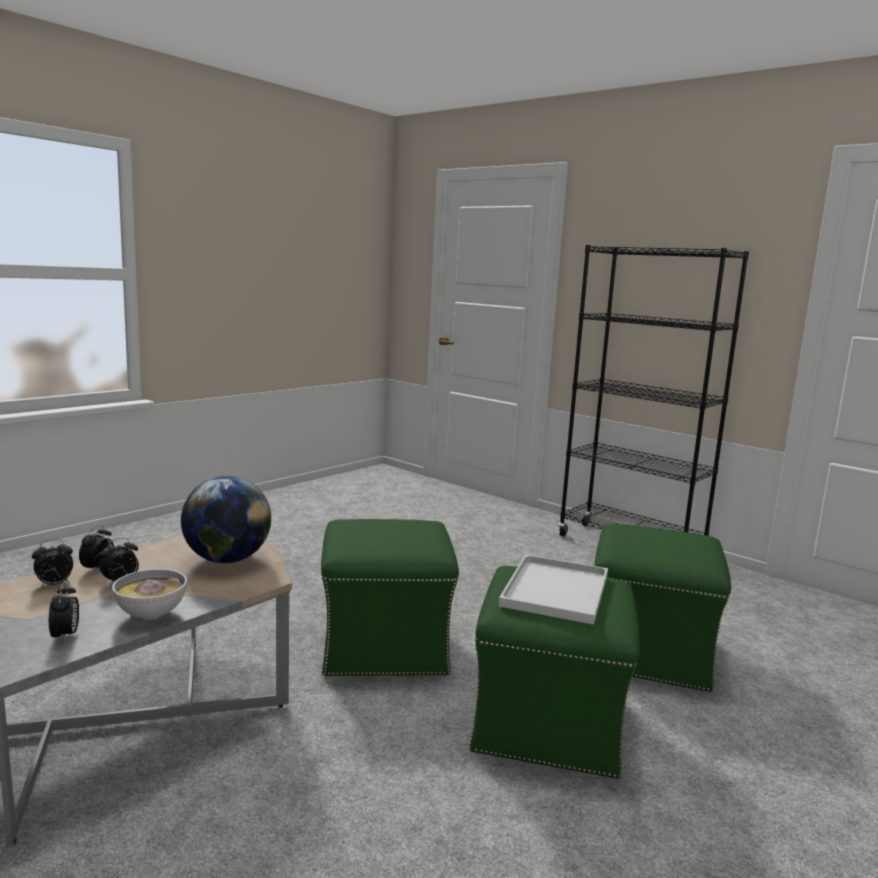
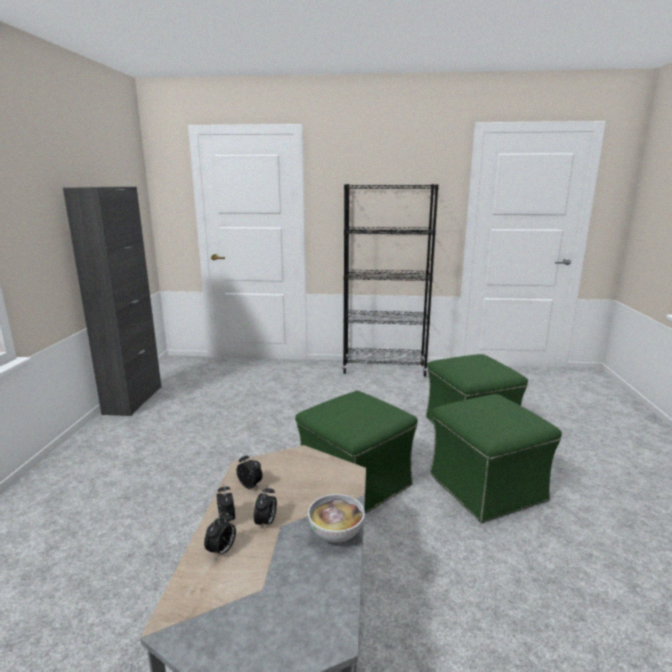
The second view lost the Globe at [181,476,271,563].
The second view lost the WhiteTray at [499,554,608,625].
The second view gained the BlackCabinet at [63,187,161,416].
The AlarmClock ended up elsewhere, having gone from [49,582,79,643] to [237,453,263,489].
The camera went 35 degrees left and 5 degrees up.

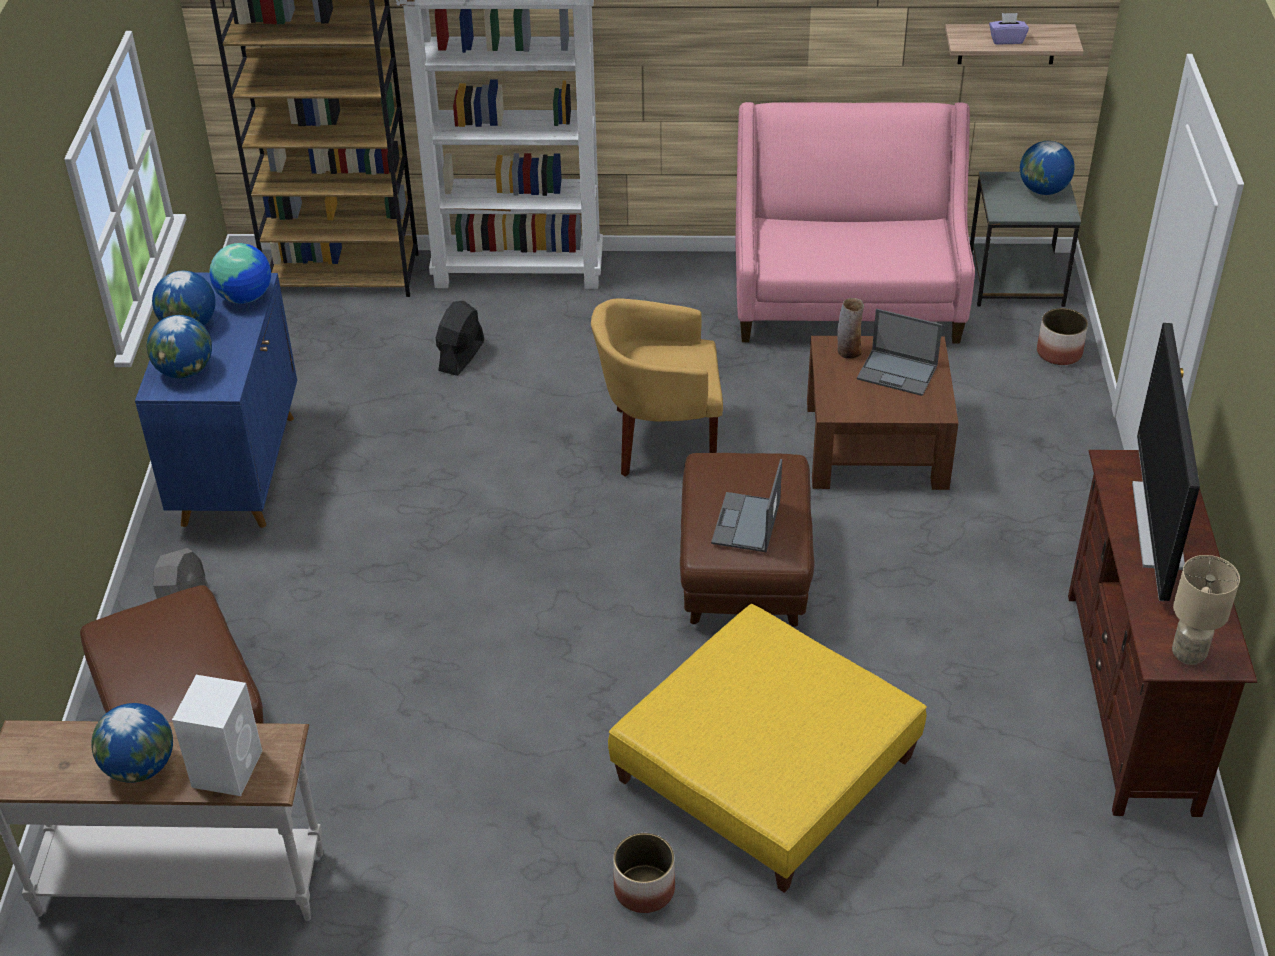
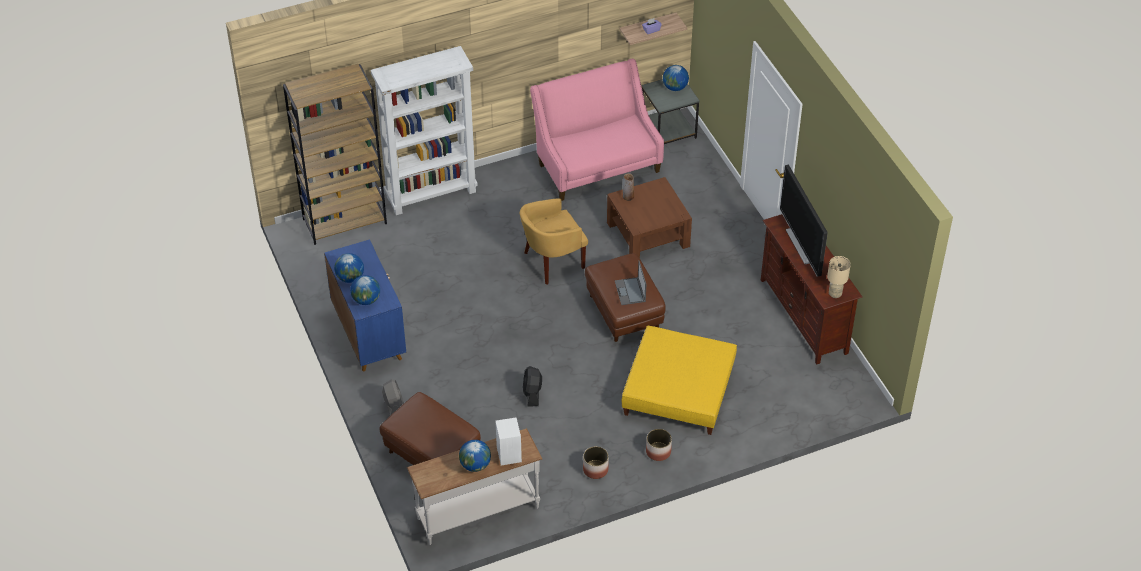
The second view lost the Globe at [209,243,271,304].
The second view lost the Laptop at [857,309,943,396].
The BlackFan ended up elsewhere, having gone from [436,301,484,376] to [523,366,542,406].
The Planter ended up elsewhere, having gone from [1037,308,1088,365] to [583,446,609,479].
The camera went 25 degrees left and 5 degrees up.

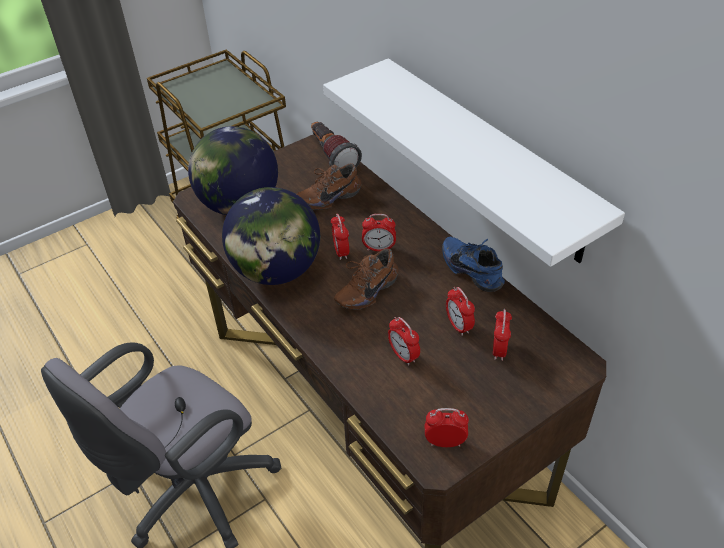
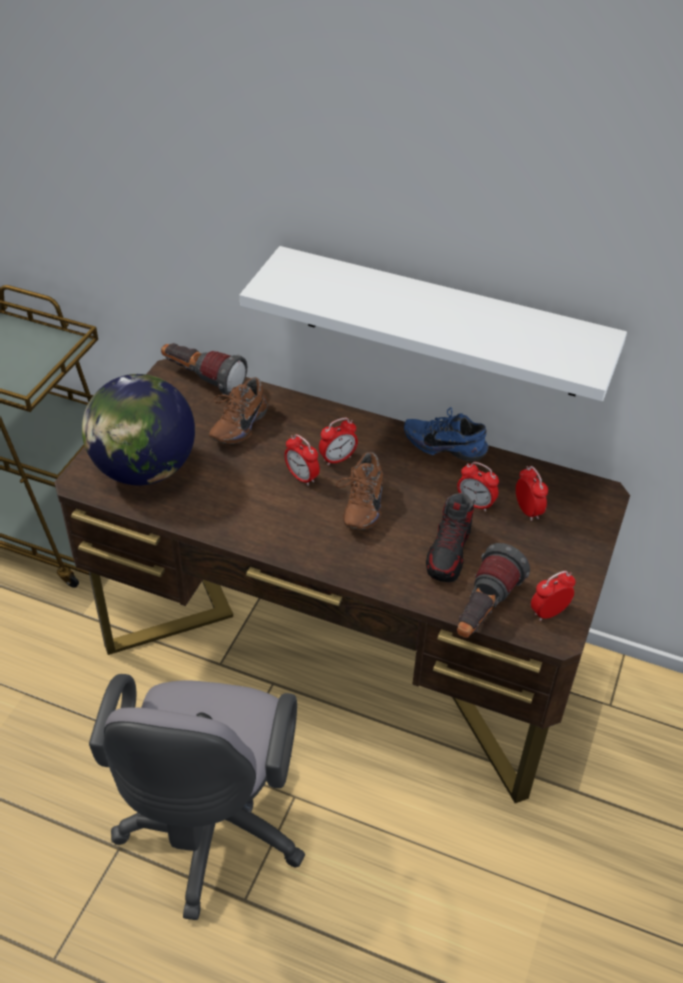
The second view lost the Globe at [222,187,321,285].
The second view gained the Flashlight at [457,543,530,638].
Where the AlarmClock stood at [388,317,420,366], the Shoe came to stand at [426,493,474,582].
The camera went 35 degrees left and 0 degrees up.

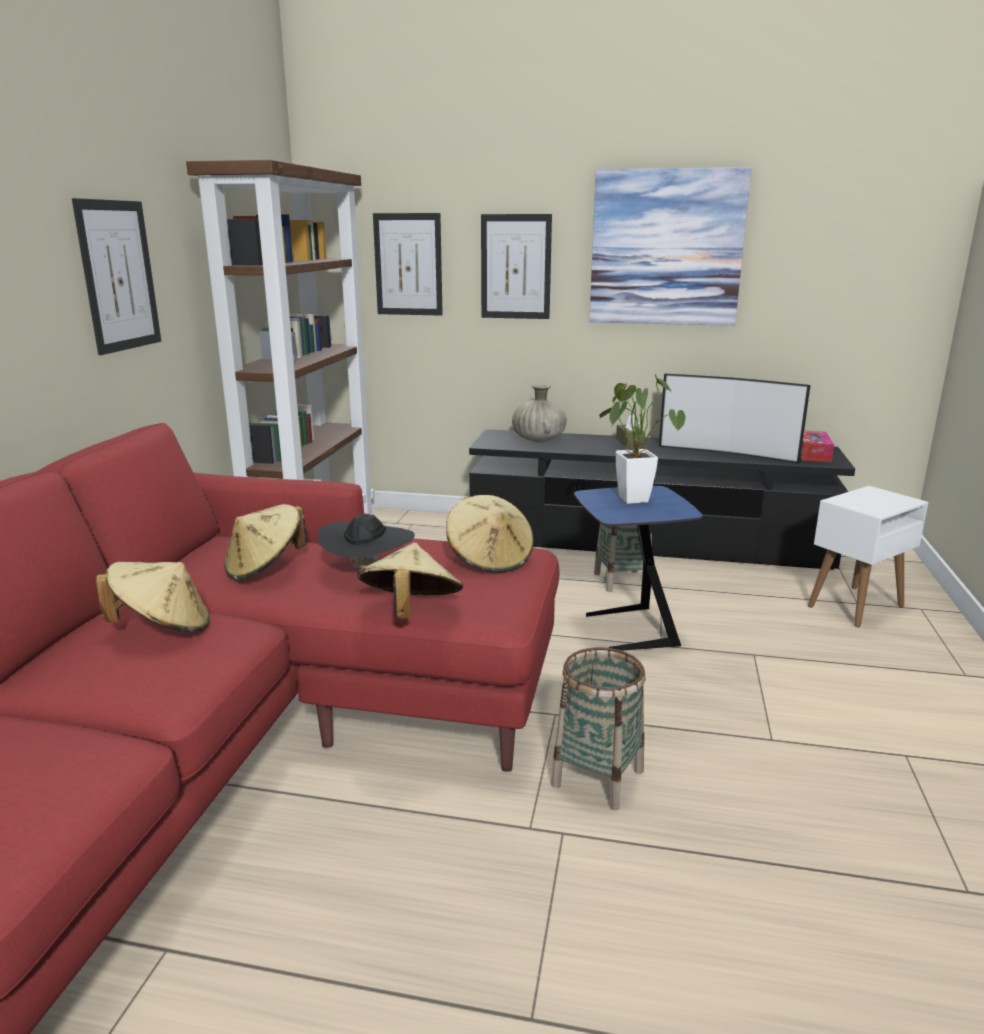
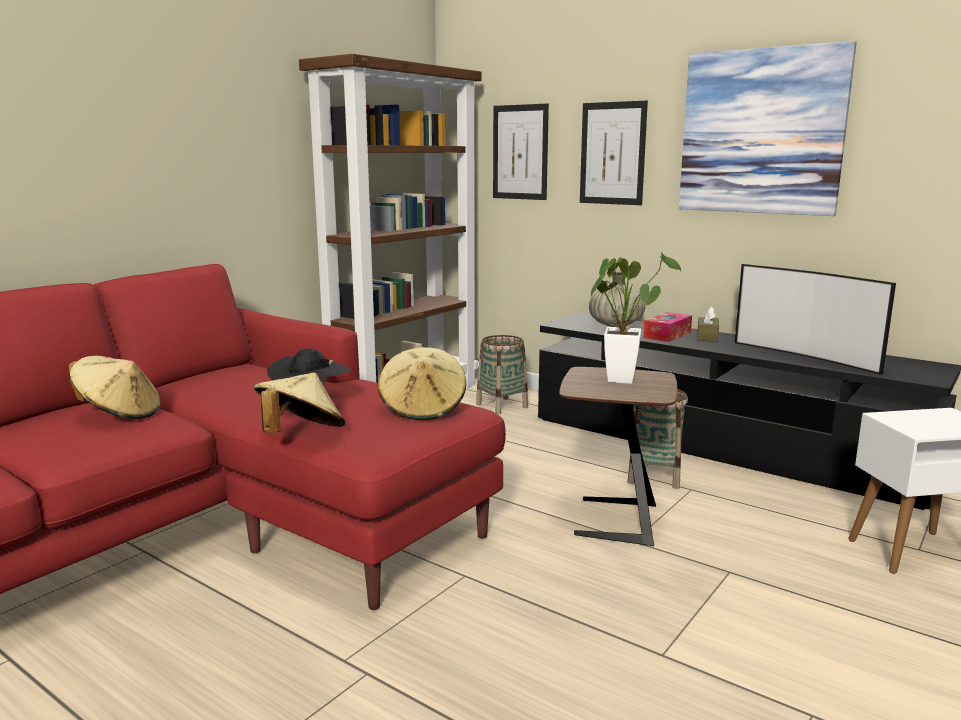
The second view lost the Picture at [72,198,161,355].
The second view lost the BeigeHat at [224,504,307,581].
The Basket ended up elsewhere, having gone from [551,647,645,810] to [476,335,528,414].
The TissueBox ended up elsewhere, having gone from [801,431,834,462] to [643,312,692,342].
What was the BlueSideTable at [574,486,703,651] turned into the BrownSideTable at [559,367,678,546].
The camera went 25 degrees right and 5 degrees down.

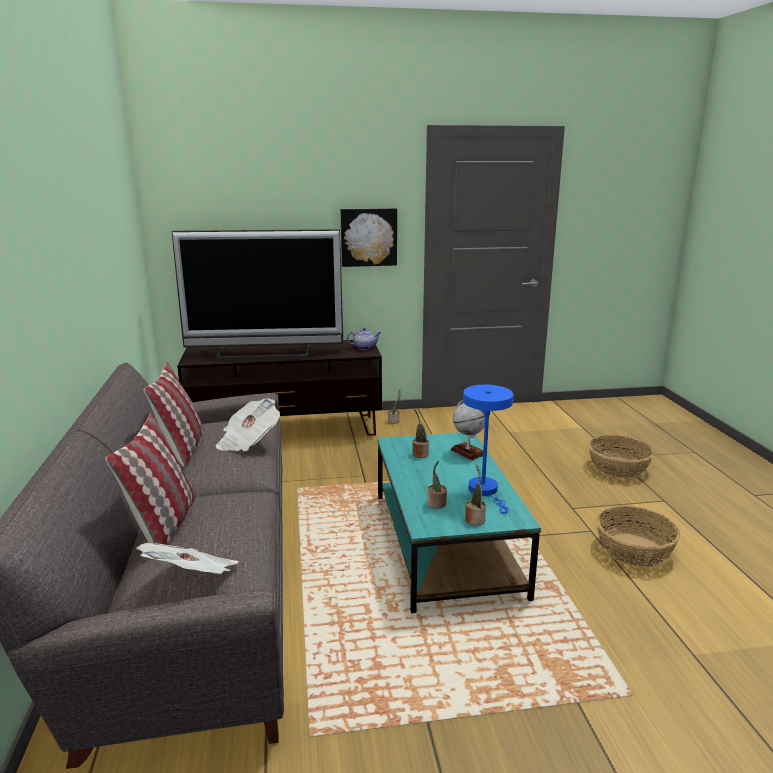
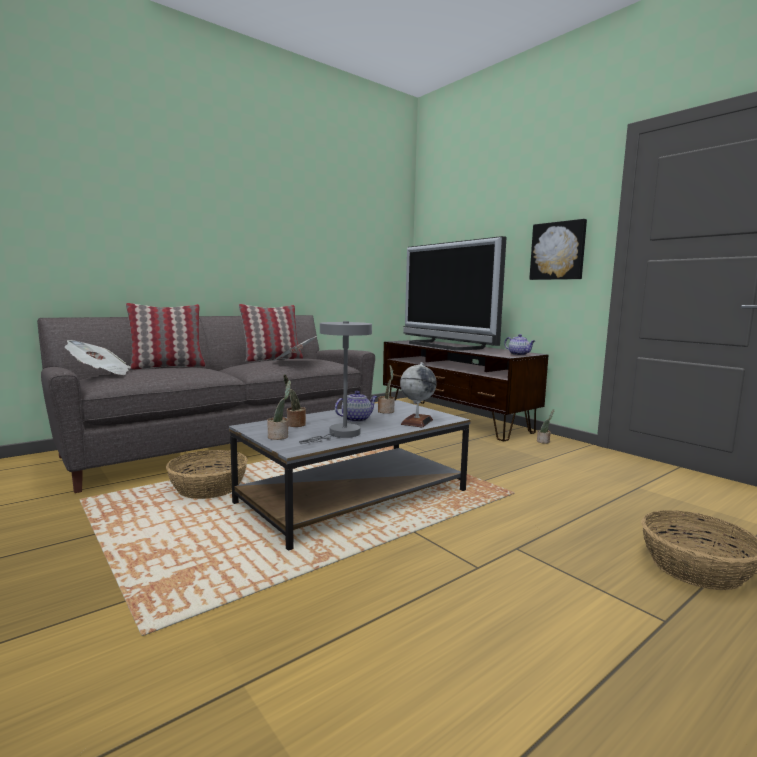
The second view gained the Teapot at [335,391,378,422].
The Basket ended up elsewhere, having gone from [596,506,680,567] to [166,450,248,499].
What was the TurquoiseCoffeeTable at [377,433,541,613] turned into the GreyCoffeeTable at [229,400,470,551].
What was the BlueTableLamp at [463,385,514,514] turned into the GreyTableLamp at [299,321,372,444].
The camera went 60 degrees right and 10 degrees down.

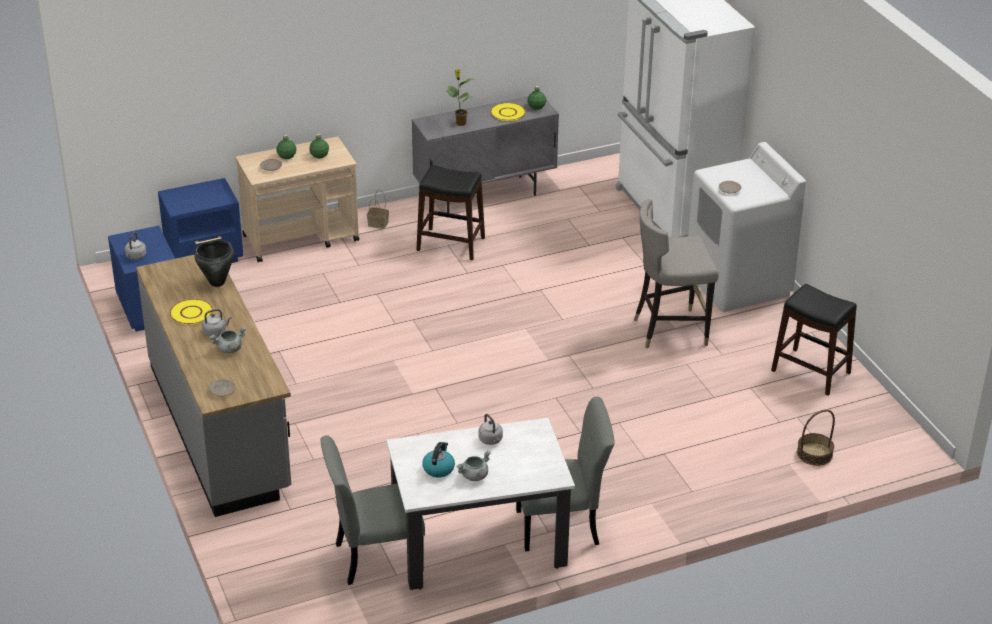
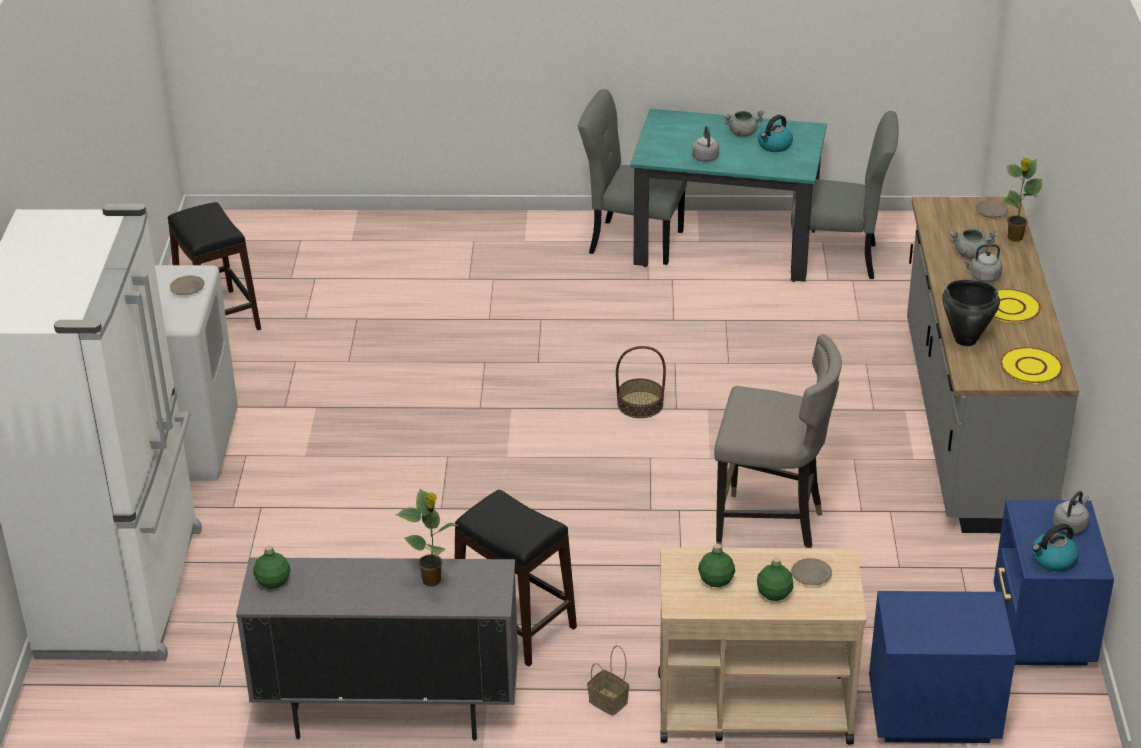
The second view gained the PottedPlant at [1001,158,1043,241].
The second view gained the Kettle at [1032,524,1079,571].
The YellowPlate ended up elsewhere, having gone from [490,103,526,121] to [1000,347,1063,384].
The GreyStool ended up elsewhere, having gone from [634,199,719,348] to [714,334,842,548].
The Basket ended up elsewhere, having gone from [797,410,835,466] to [616,346,666,418].
What was the WhiteDiningTable at [386,418,575,590] turned into the TurquoiseDiningTable at [630,109,827,282].
The camera went 155 degrees left and 0 degrees up.

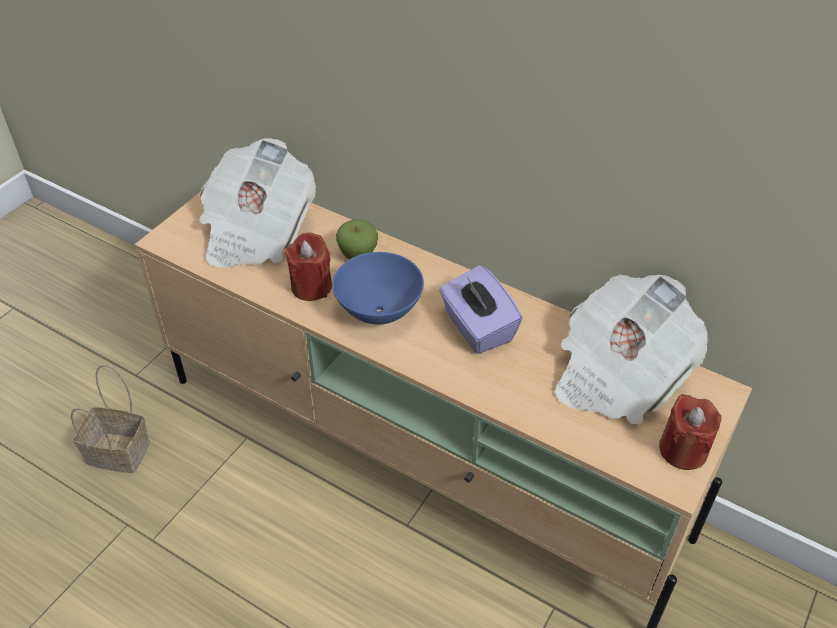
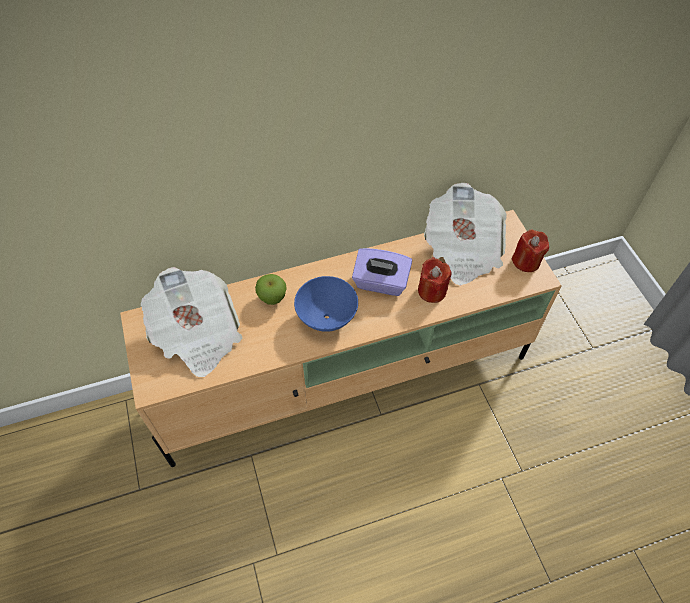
The second view lost the Basket at [71,365,150,473].
The RedCandle ended up elsewhere, having gone from [285,233,332,301] to [418,257,451,303].
The camera went 50 degrees left and 10 degrees up.

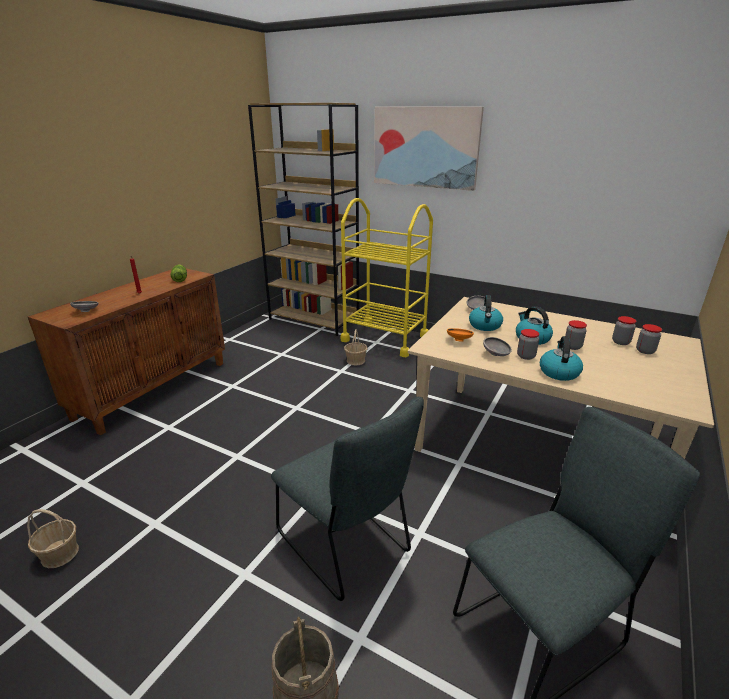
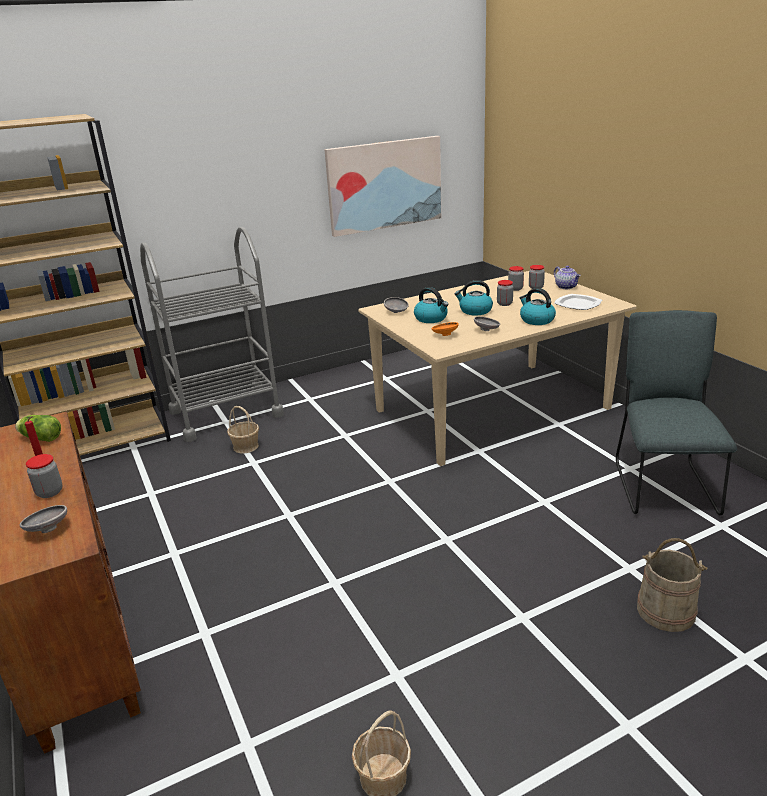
The second view lost the GreyChair at [271,397,424,601].
The second view gained the Teapot at [554,266,581,289].
The second view gained the Plate at [554,294,602,310].
The Picture ended up elsewhere, having gone from [374,107,484,191] to [324,136,441,237].
The Jar ended up elsewhere, having gone from [517,329,540,360] to [26,454,62,498].
What was the YellowCart at [341,198,433,357] turned into the GreyCart at [140,227,284,442].
The camera went 55 degrees left and 0 degrees up.

